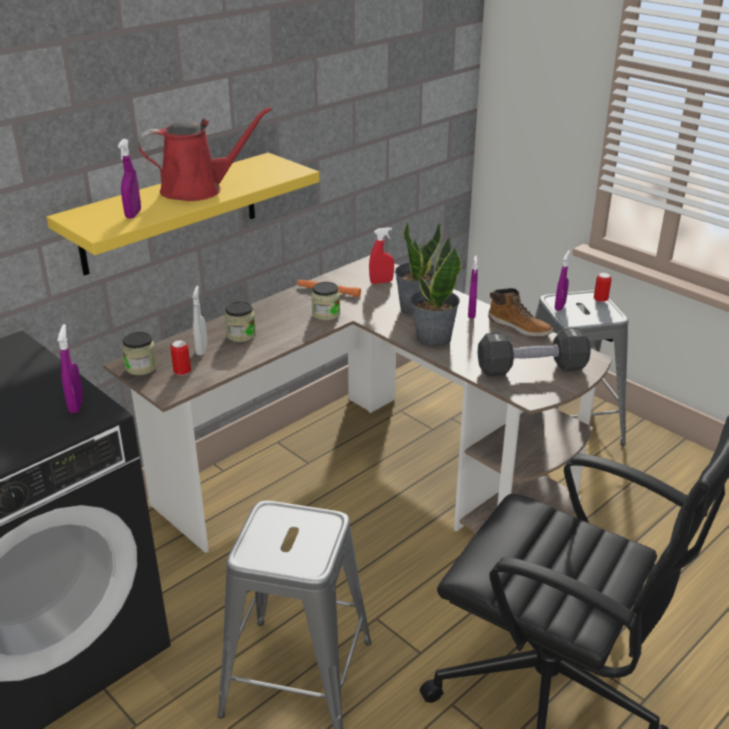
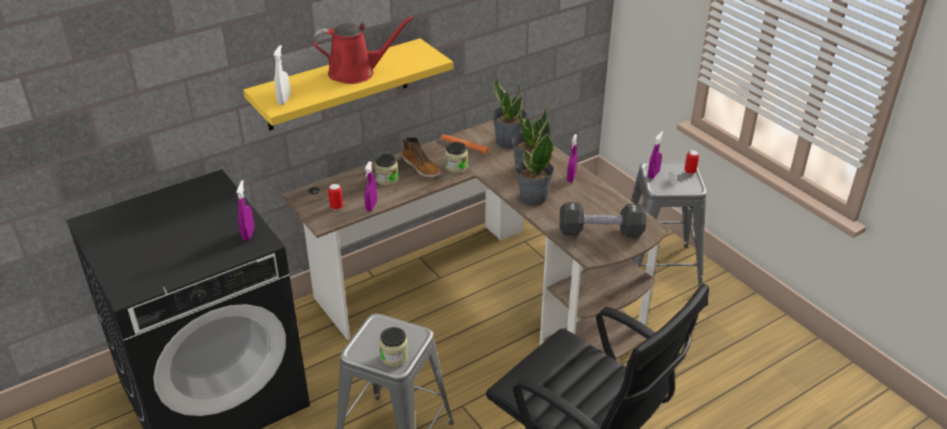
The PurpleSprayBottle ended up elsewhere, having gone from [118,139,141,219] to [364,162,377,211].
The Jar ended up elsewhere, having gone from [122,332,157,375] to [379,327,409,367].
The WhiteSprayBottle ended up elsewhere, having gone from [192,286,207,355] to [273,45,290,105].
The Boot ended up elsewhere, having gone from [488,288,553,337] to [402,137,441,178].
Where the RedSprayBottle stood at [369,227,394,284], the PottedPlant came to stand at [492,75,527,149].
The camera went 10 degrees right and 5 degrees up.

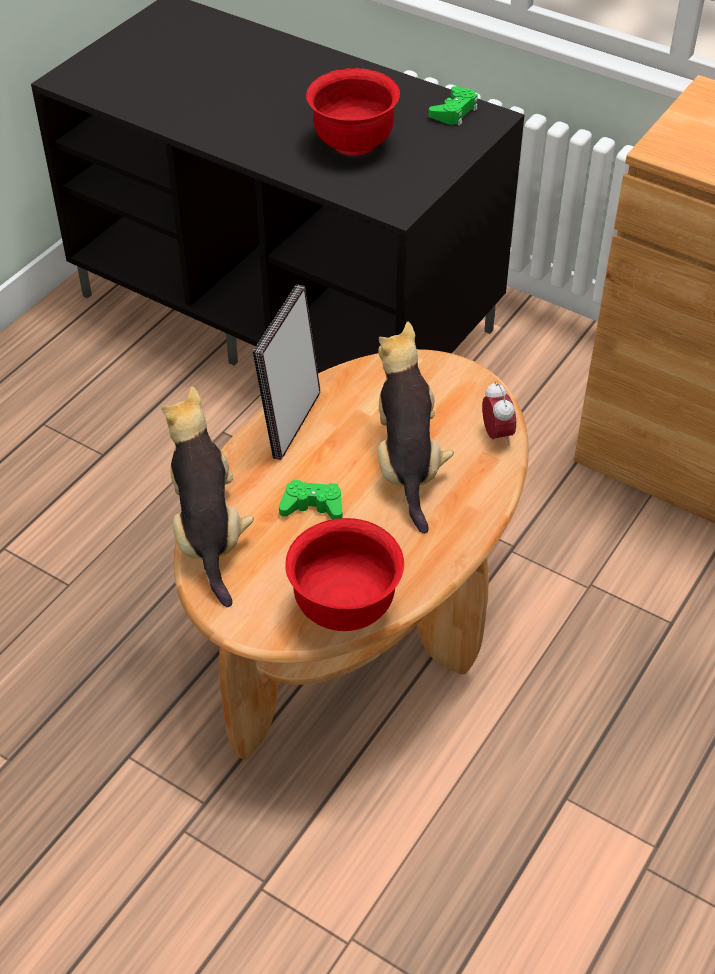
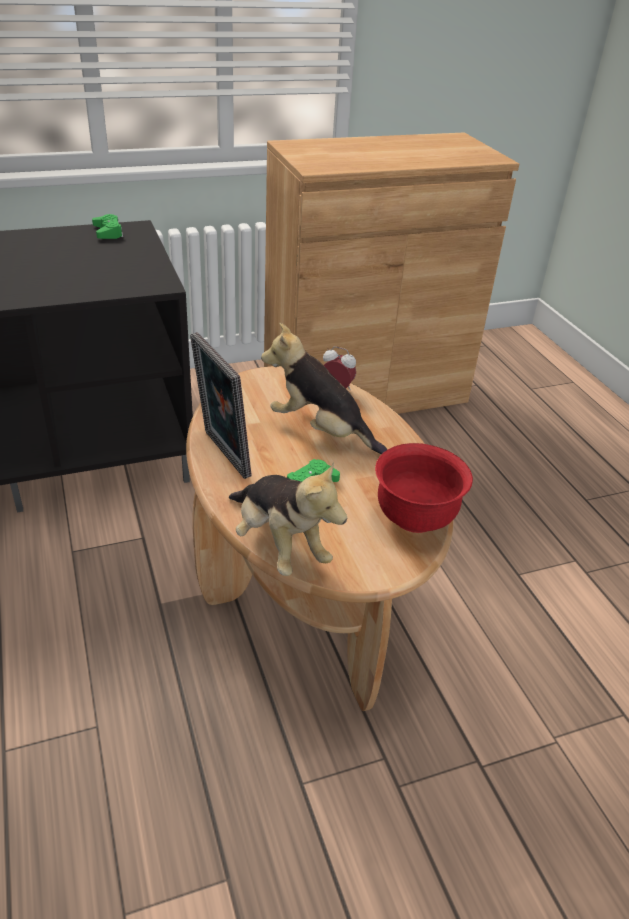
The second view lost the RedBowl at [306,68,400,156].
The PlushToy at [161,387,254,607] ended up facing another way, 150 degrees counterclockwise from before.
The camera went 55 degrees left and 10 degrees down.

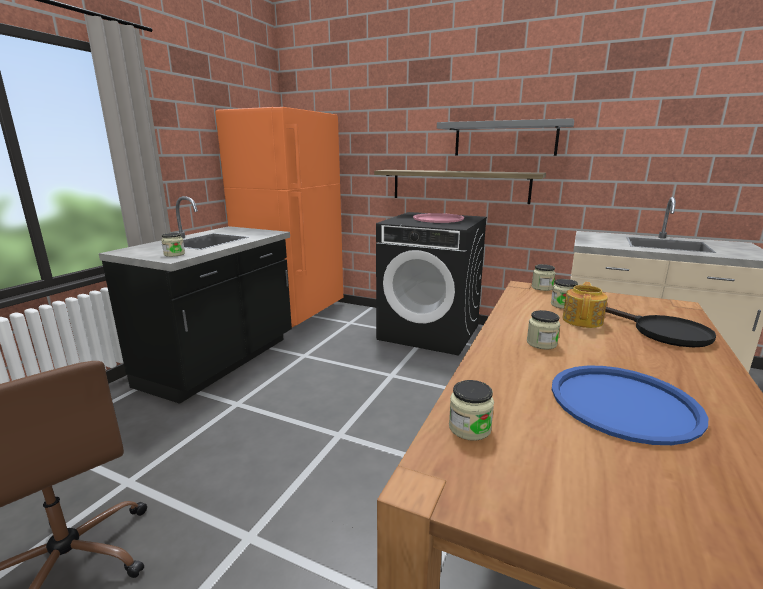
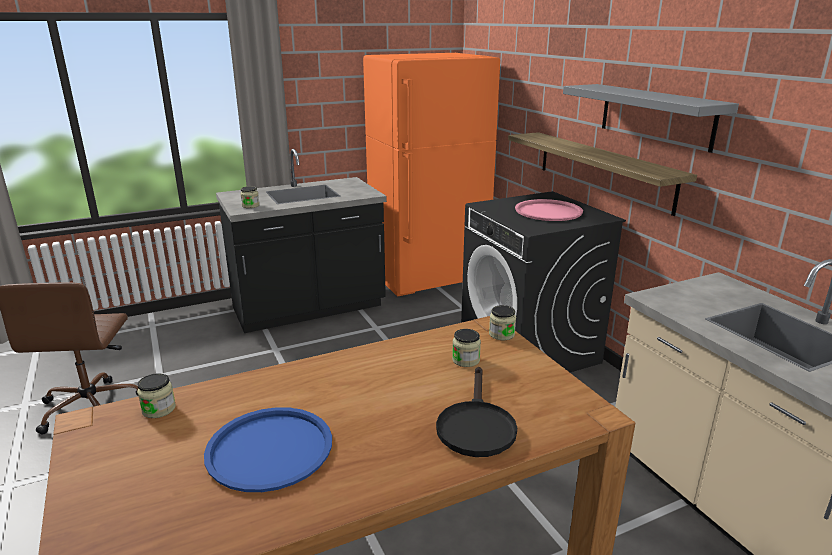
The second view lost the Jar at [527,310,560,350].
The second view lost the Teapot at [562,282,608,328].
The camera went 40 degrees right and 5 degrees up.

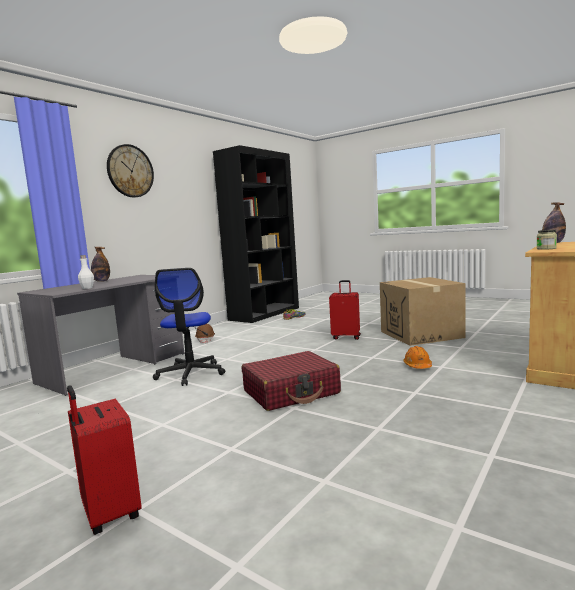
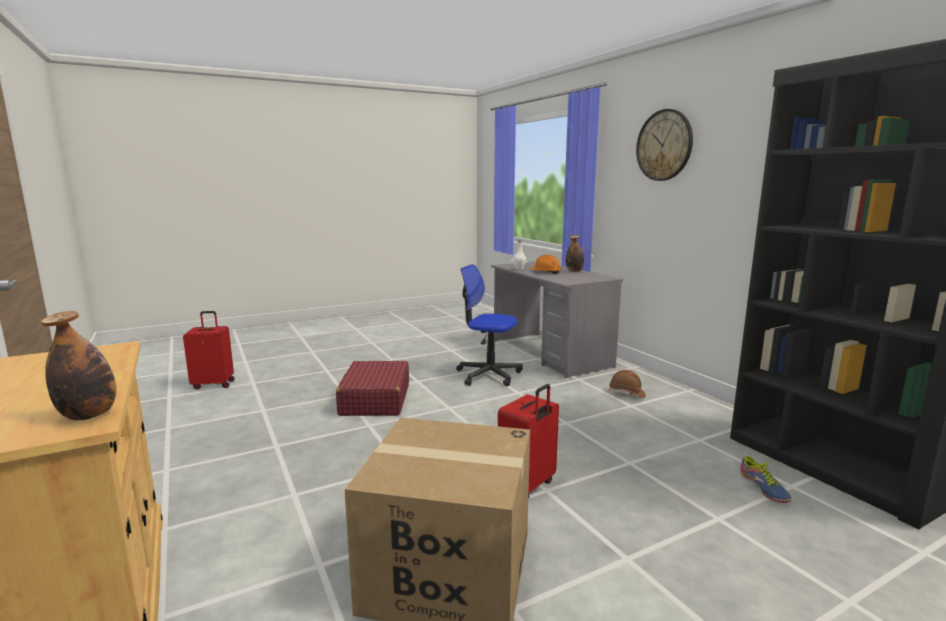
The second view lost the Jar at [537,230,557,250].
The RedSuitcase ended up elsewhere, having gone from [67,385,141,535] to [183,311,235,390].
The OrangeHardHat ended up elsewhere, having gone from [403,346,432,369] to [530,255,562,274].
The camera went 115 degrees right and 5 degrees up.

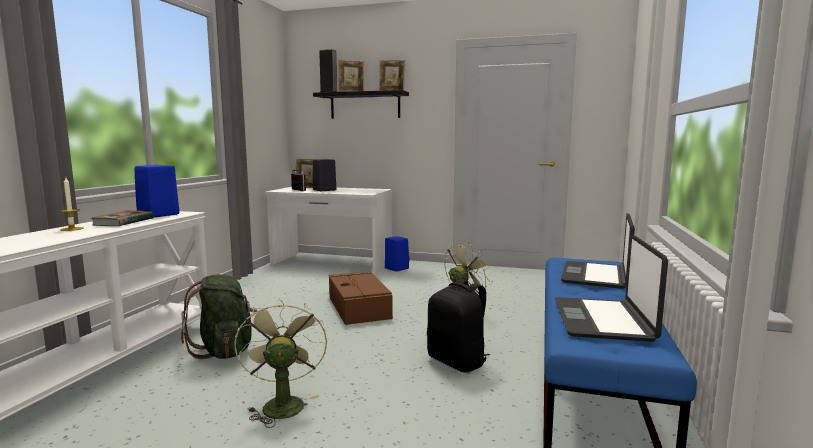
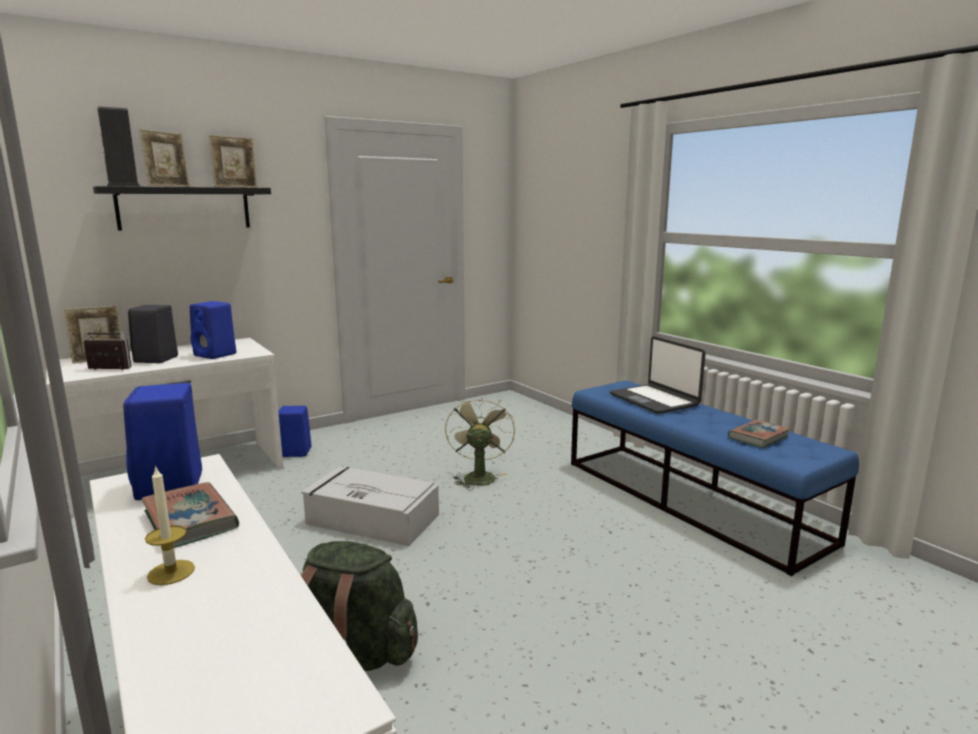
The second view lost the GreenFan at [234,298,327,428].
The second view lost the BlackBackpack at [427,279,490,372].
The second view gained the BlueSpeaker at [190,301,236,359].
Where the Laptop stood at [555,234,668,342], the Book came to stand at [728,420,790,448].
What was the BrownStorageBox at [328,271,393,325] turned into the GreyStorageBox at [302,466,439,546].
The camera went 50 degrees left and 5 degrees up.

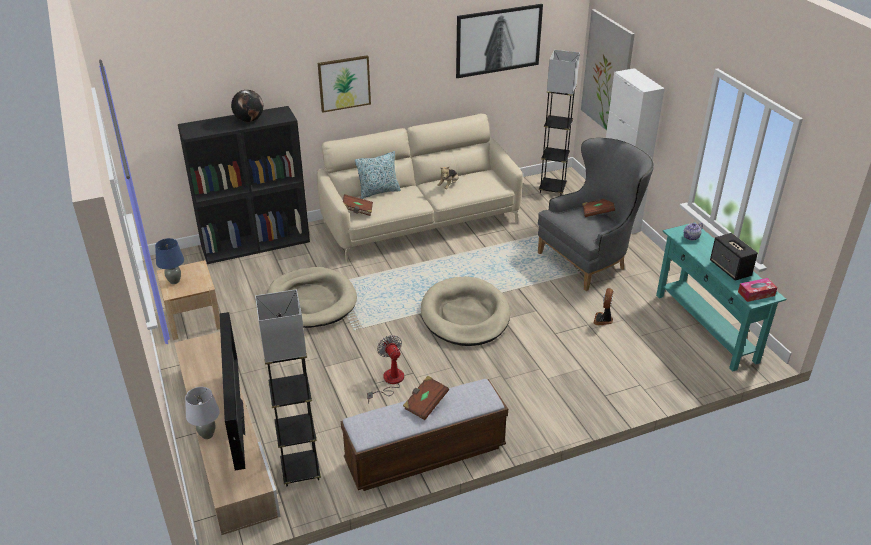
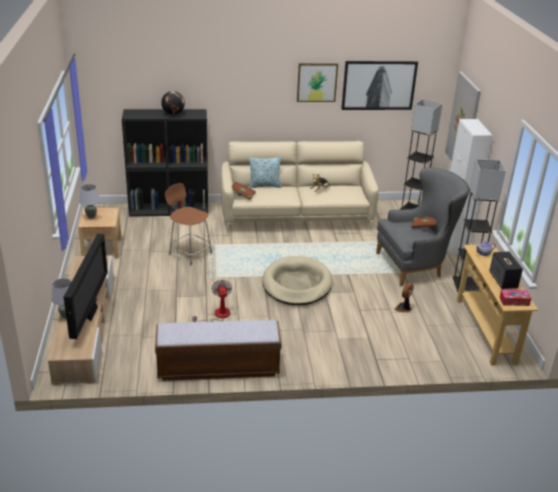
The second view lost the BrownBook at [403,376,449,420].
The GreyFloorLamp ended up elsewhere, having gone from [255,289,321,486] to [453,159,506,292].
The Picture ended up elsewhere, having gone from [318,55,371,113] to [297,63,338,102].
Where the BeigeDogBed stood at [267,267,357,328], the BrownStool came to stand at [165,183,212,265].
What was the BlueTableLamp at [155,238,184,284] turned into the GreyTableLamp at [80,184,100,219].
What was the TurquoiseConsoleTable at [656,222,786,371] turned into the BeigeConsoleTable at [457,244,538,366].
The camera went 15 degrees right and 5 degrees down.

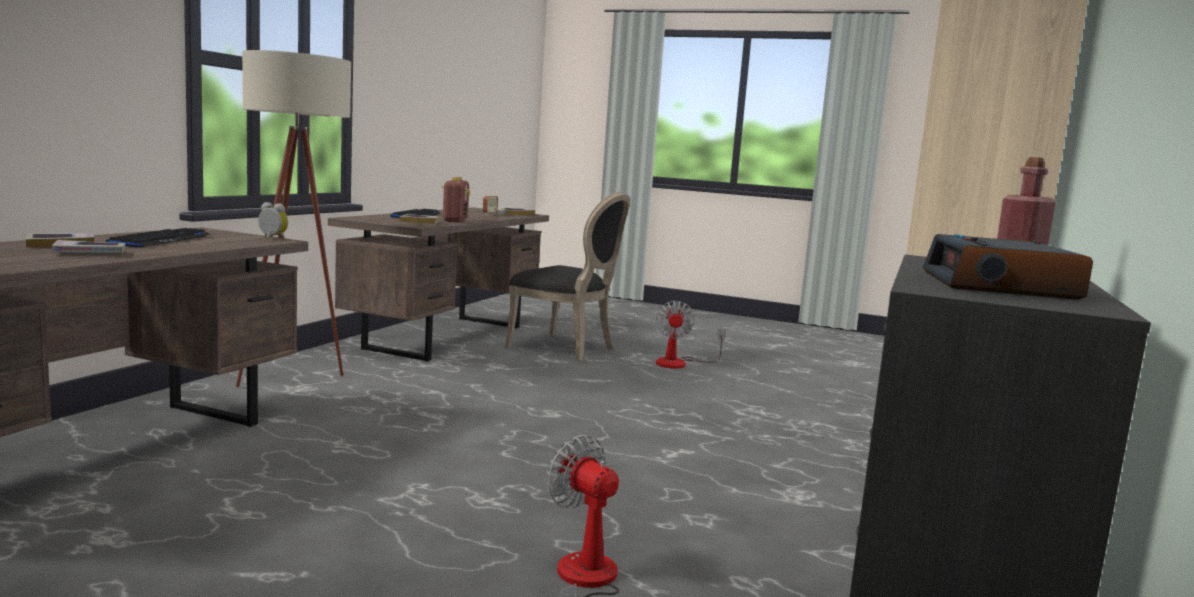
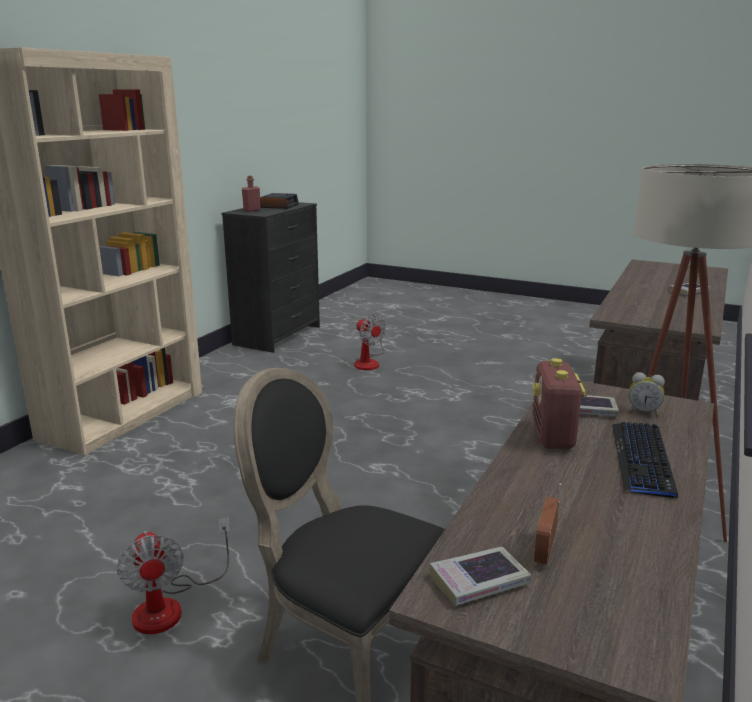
The second view lost the Book at [52,240,126,253].
The second view lost the Keyboard at [106,228,211,248].
The AlarmClock ended up elsewhere, having gone from [258,202,288,239] to [629,372,665,416].
The Fan at [656,301,726,369] ended up facing another way, 150 degrees clockwise from before.
The camera went 175 degrees left and 10 degrees up.

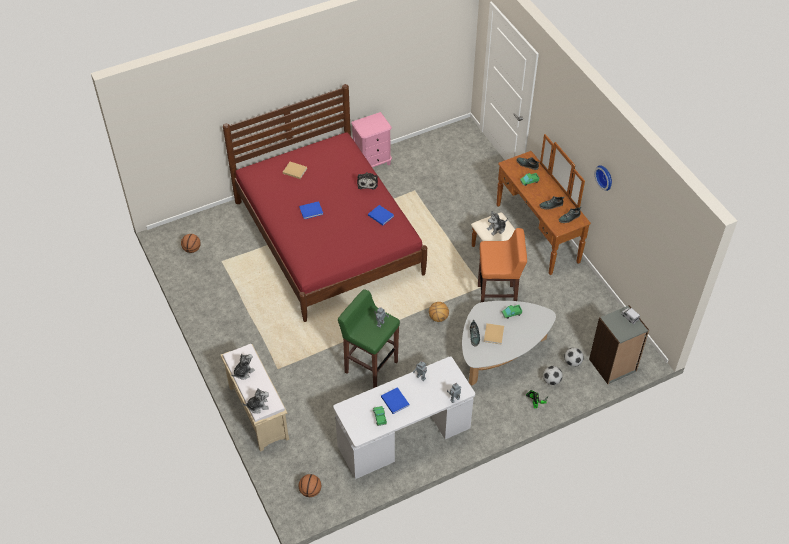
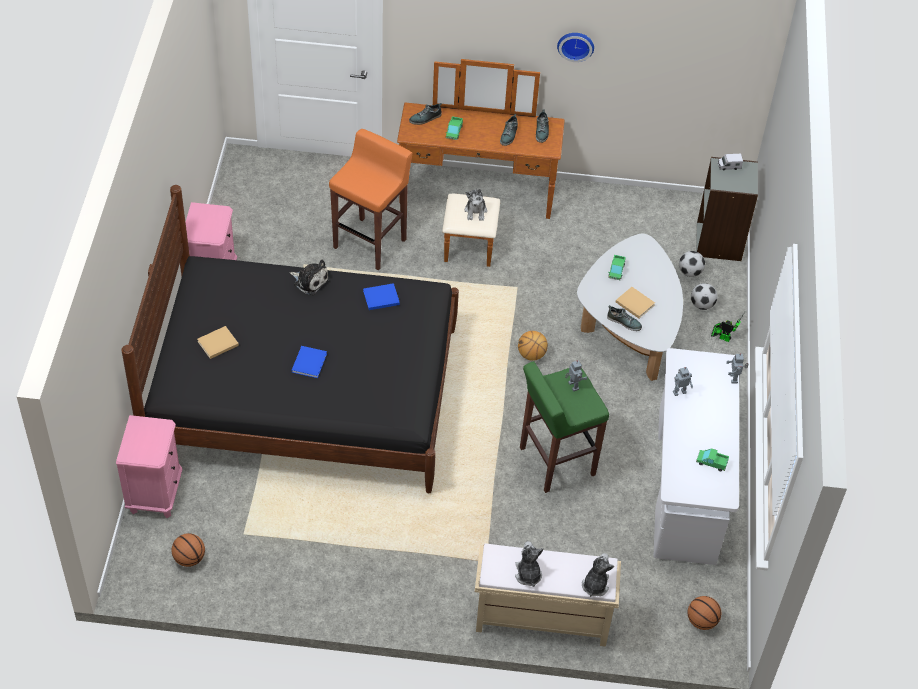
The second view lost the BlueBook at [381,387,409,414].
The second view gained the PinkNightstand at [116,415,182,518].
The OrangeStool ended up elsewhere, having gone from [478,228,527,302] to [329,129,413,270].
What was the RedBed at [223,84,427,322] turned into the BlackBed at [121,185,459,494].
The camera went 60 degrees left and 0 degrees up.

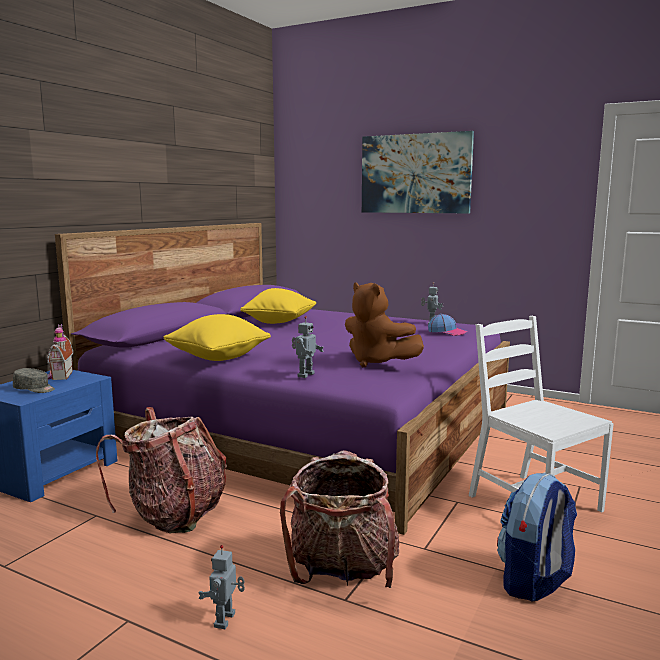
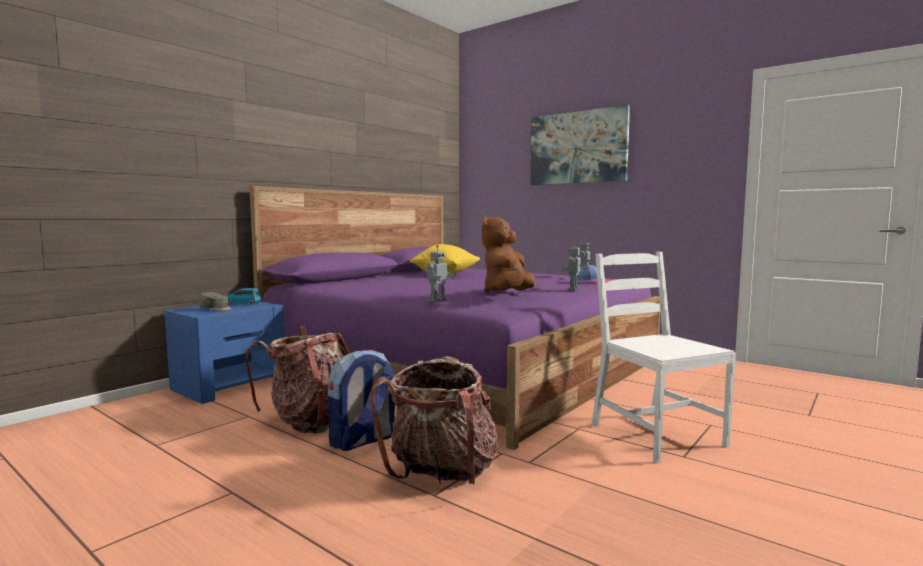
The second view lost the YellowPillow at [164,314,271,361].
The ToyRobot ended up elsewhere, having gone from [198,545,245,629] to [561,242,587,291].
The Backpack ended up elsewhere, having gone from [497,473,577,601] to [328,350,395,451].
Where the ToyHouse stood at [47,324,73,380], the BlueToyCar came to stand at [227,288,261,305].
The BrownPlushToy at [345,282,424,367] ended up facing another way, 60 degrees clockwise from before.
The camera went 10 degrees right and 5 degrees down.

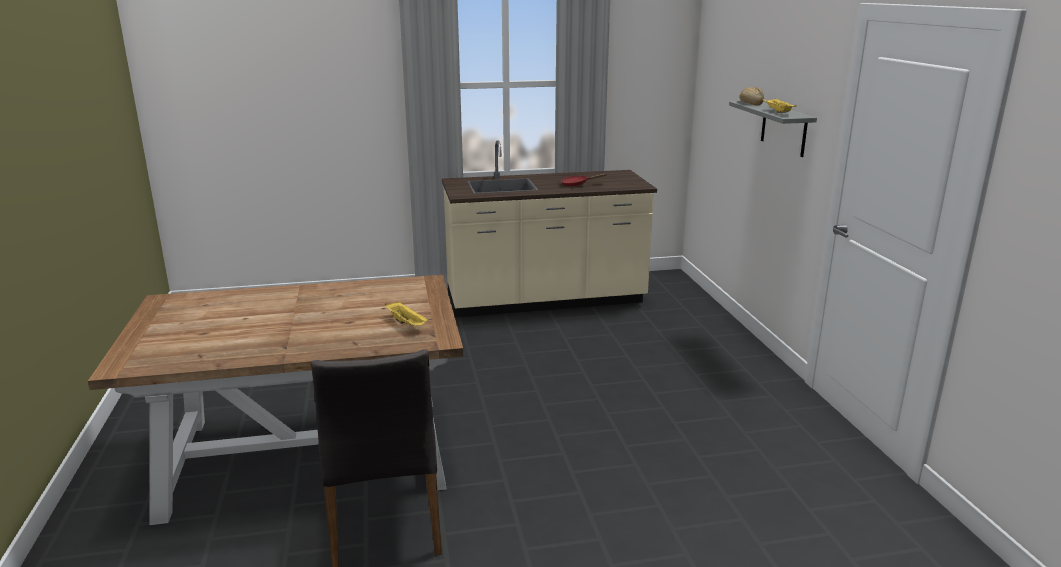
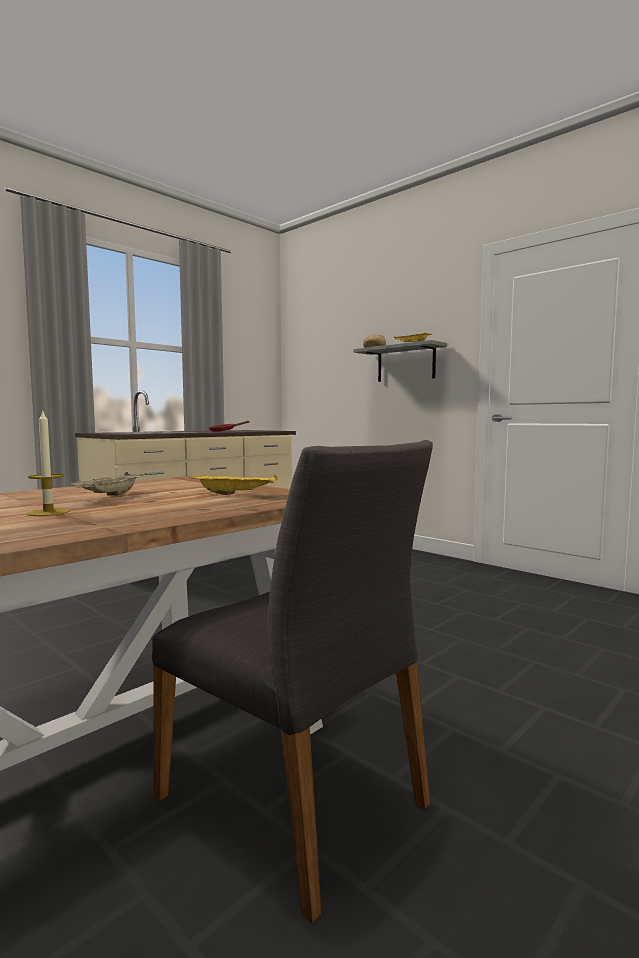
The second view gained the Candle at [27,409,69,516].
The second view gained the BeigeTray at [69,472,144,496].
The camera went 35 degrees left and 15 degrees down.

